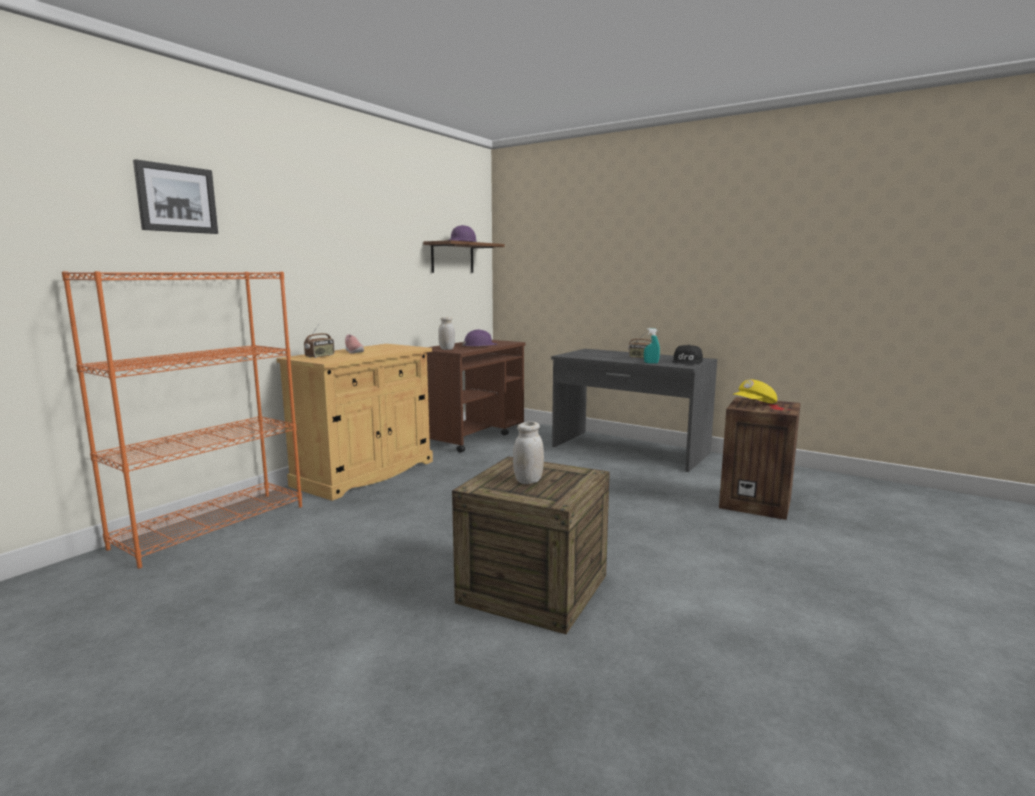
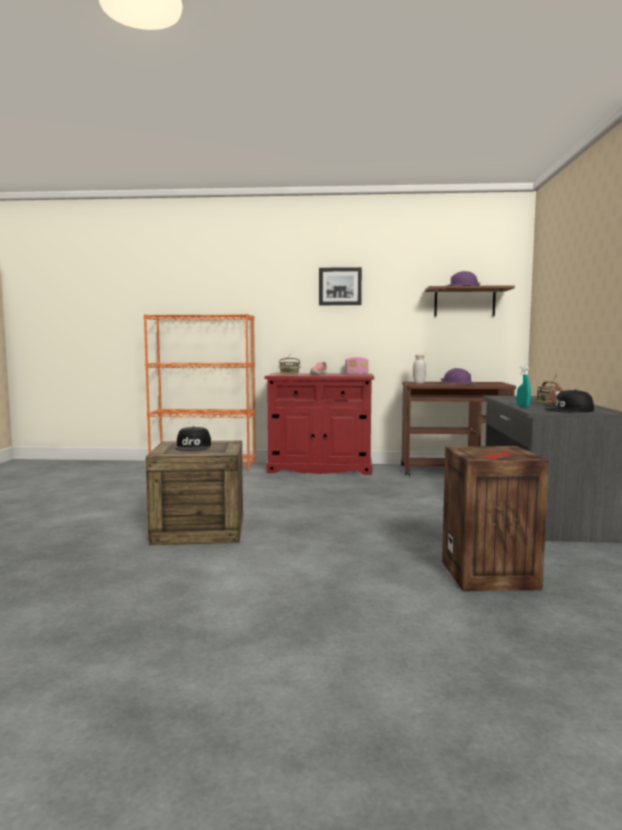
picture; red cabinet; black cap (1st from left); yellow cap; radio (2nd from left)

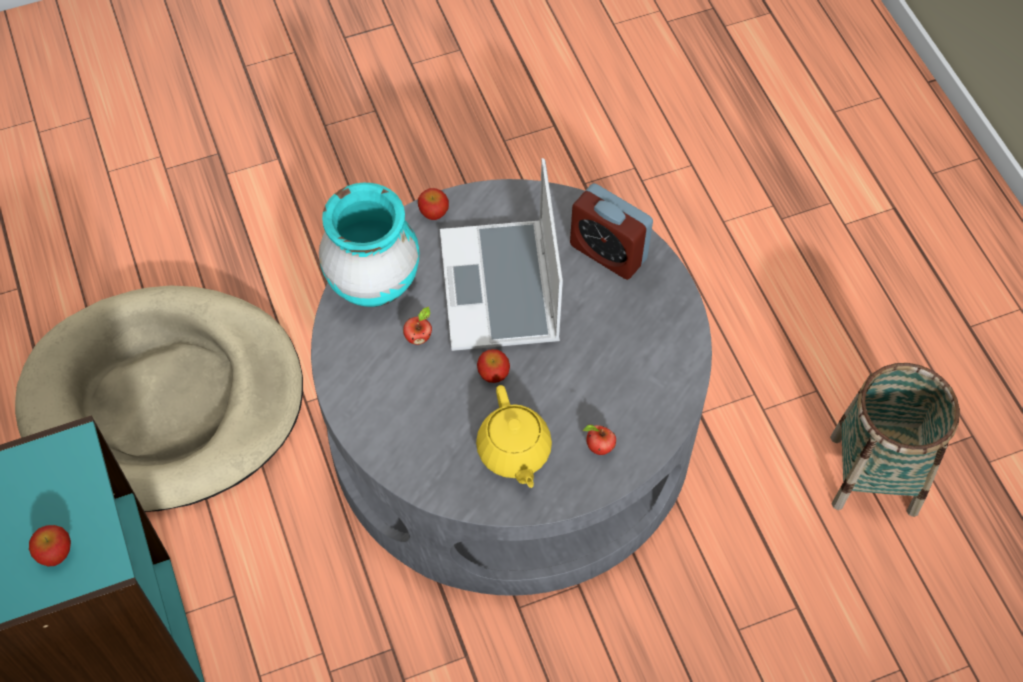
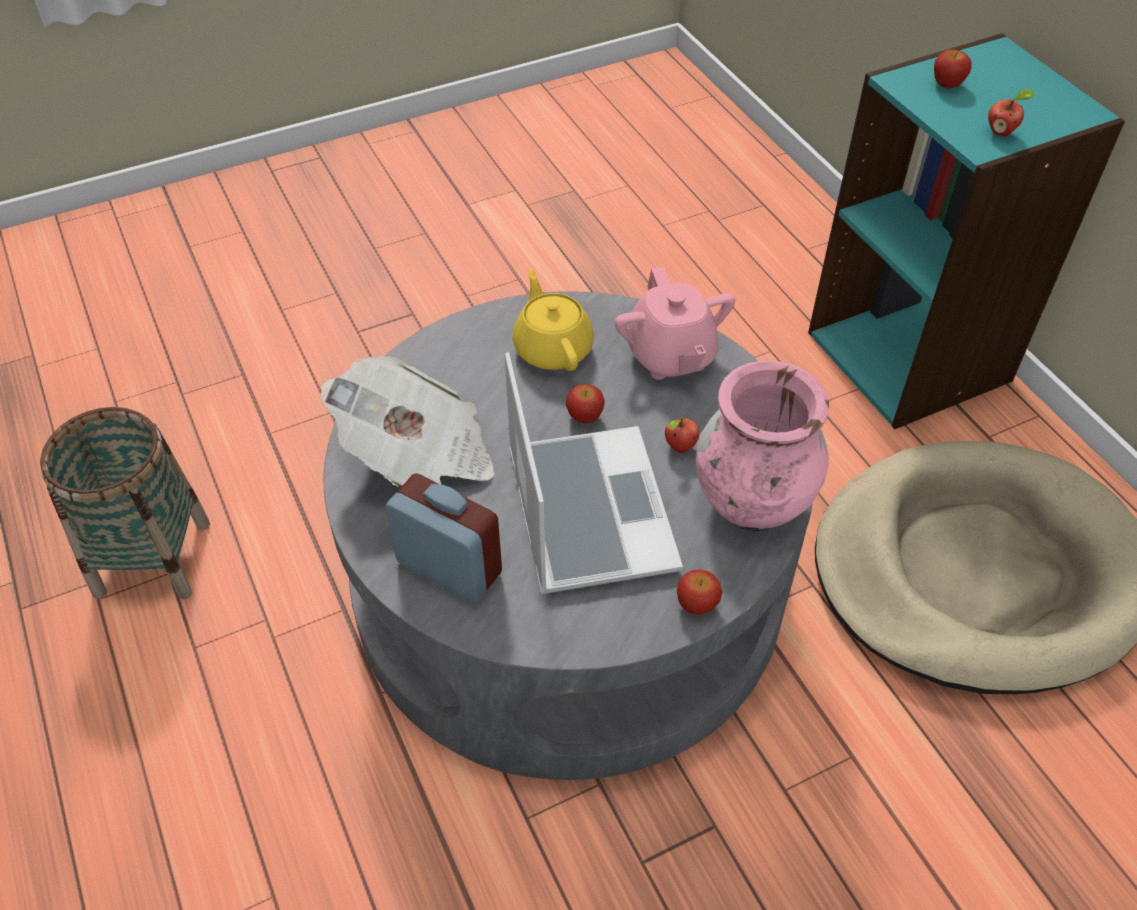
pink vase; apple (5th from left); newspaper; pink teapot

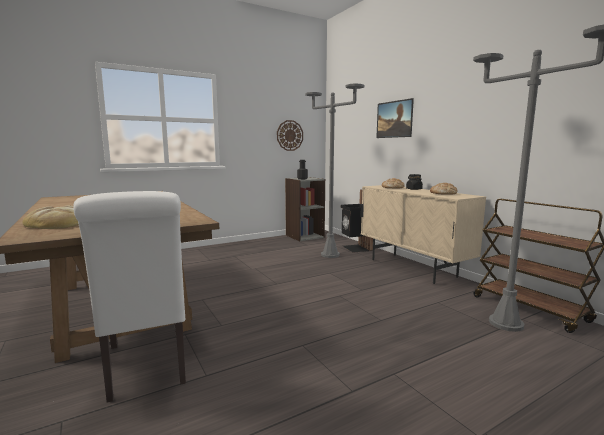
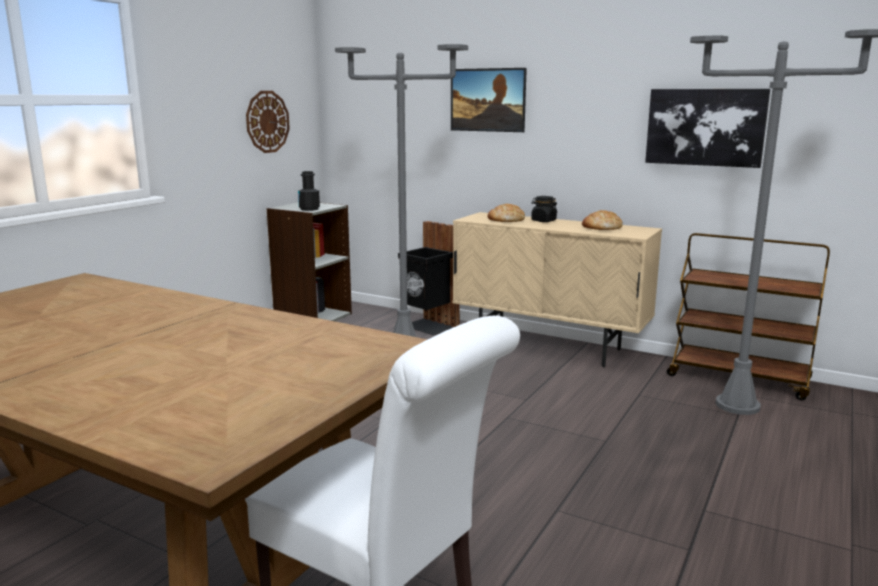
bread (1st from left in the first image); picture (2nd from left)

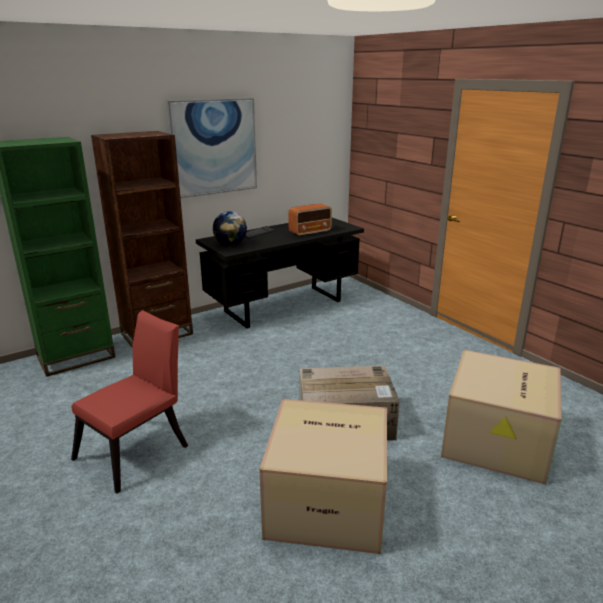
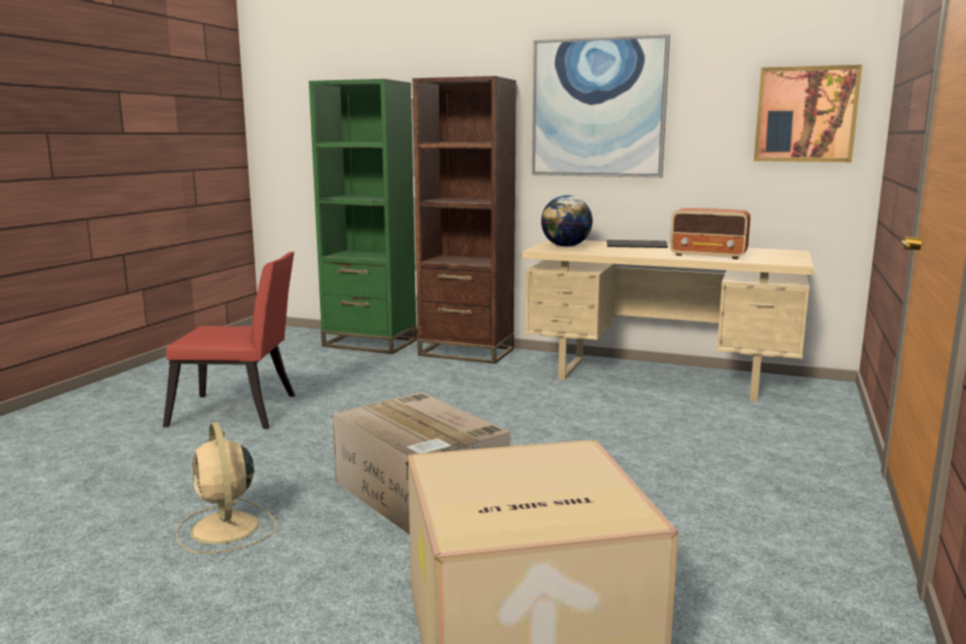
beige desk; beige fan; picture (2nd from left)

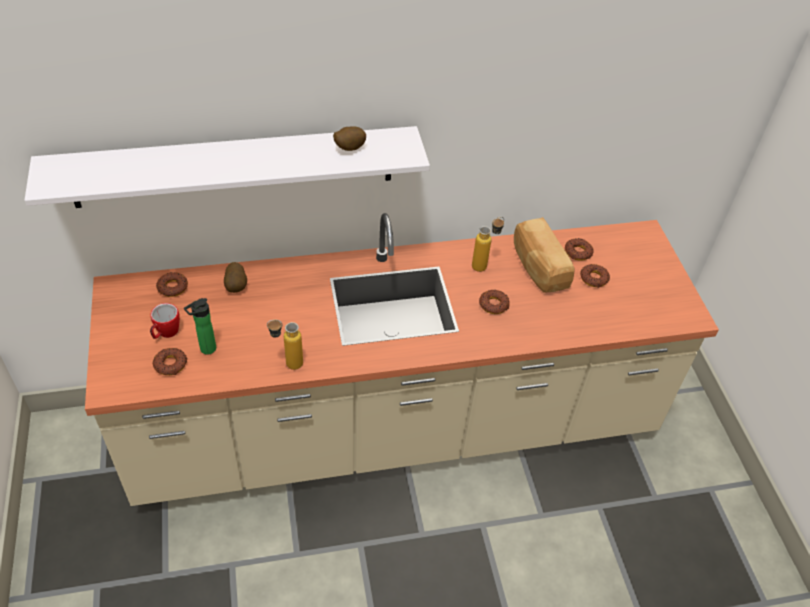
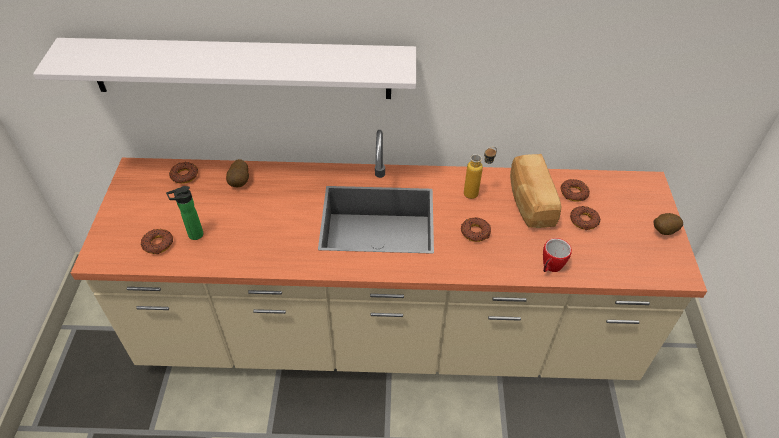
mug; bottle (2nd from left in the first image); potato (2nd from left)

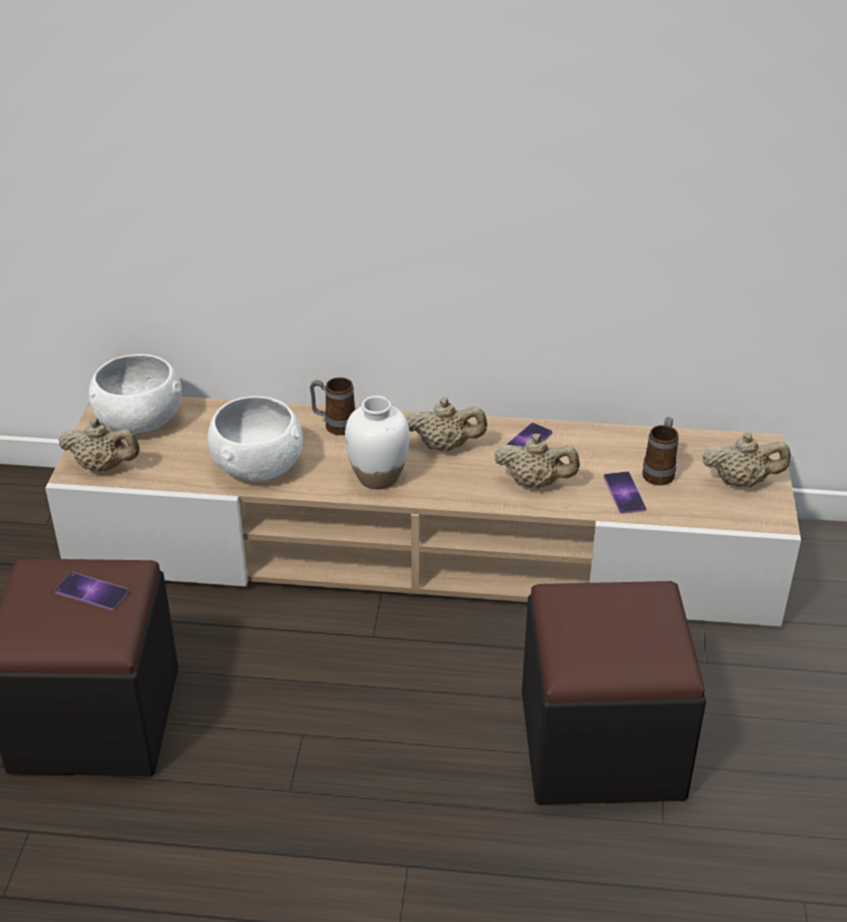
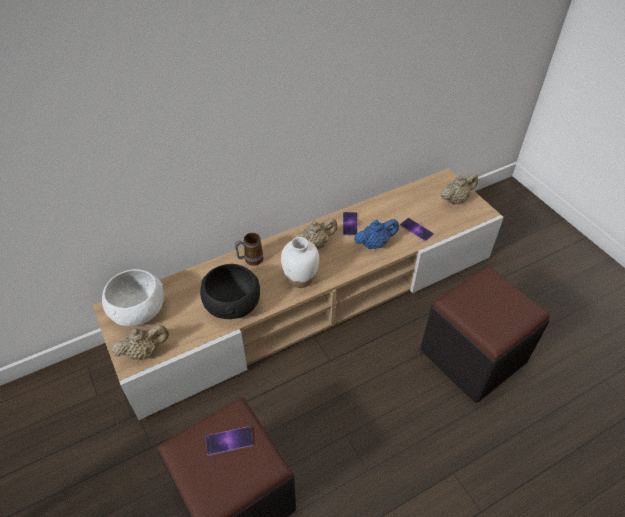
black bowl; blue teapot; mug (2nd from left in the first image)

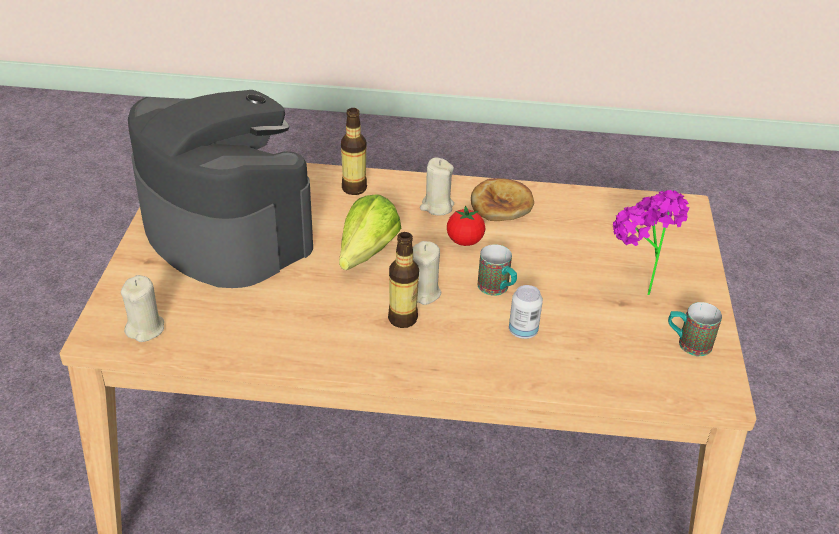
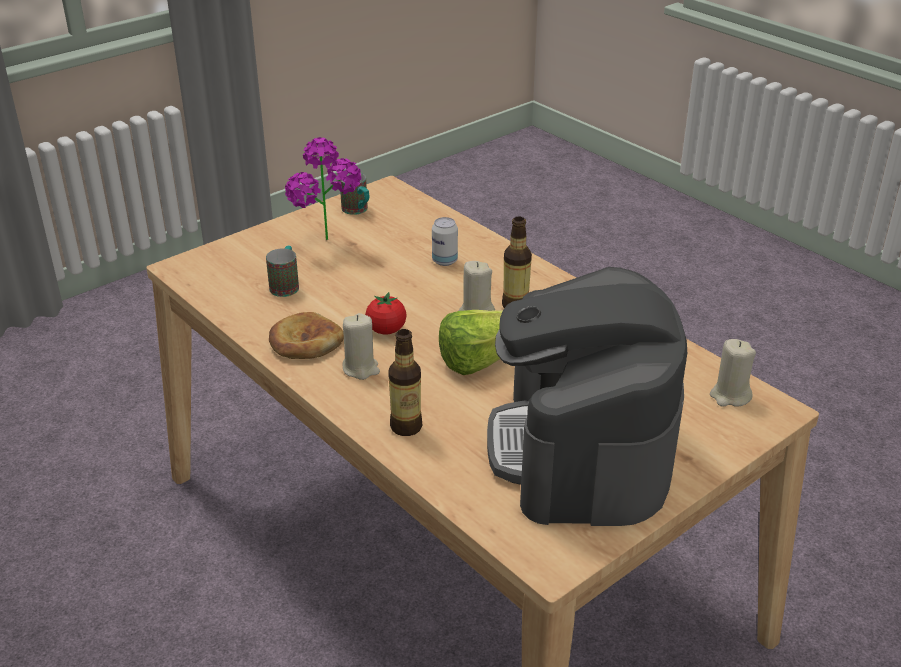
mug (1st from left)

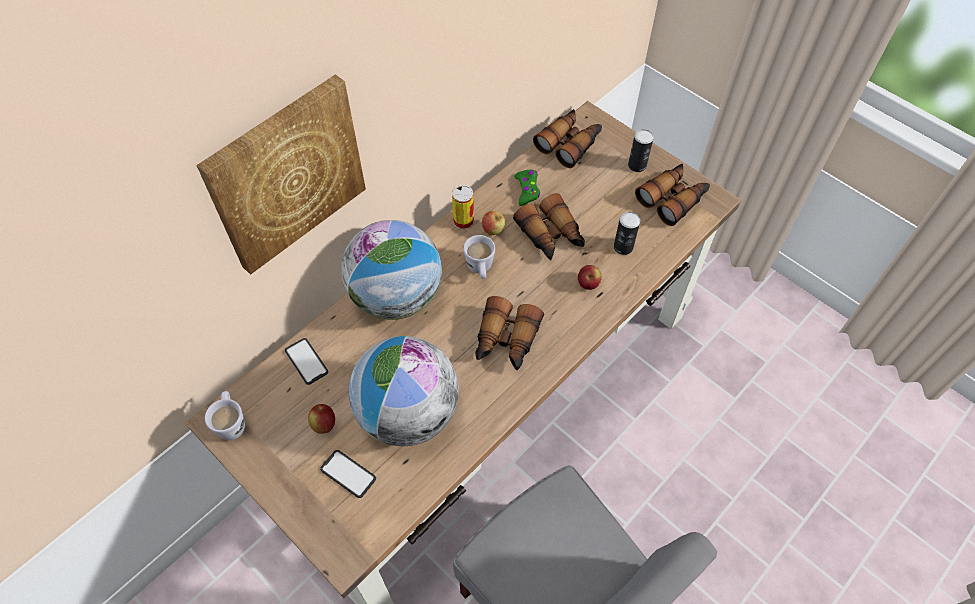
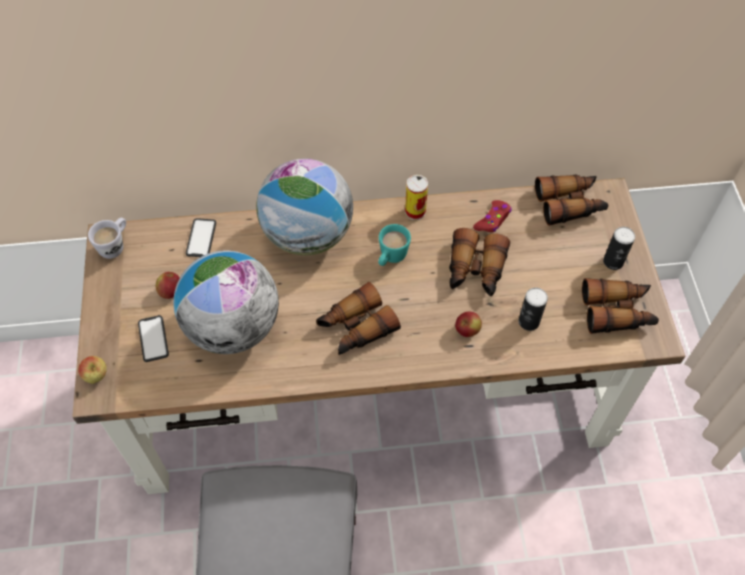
picture; turquoise mug; apple (1st from left); red game controller

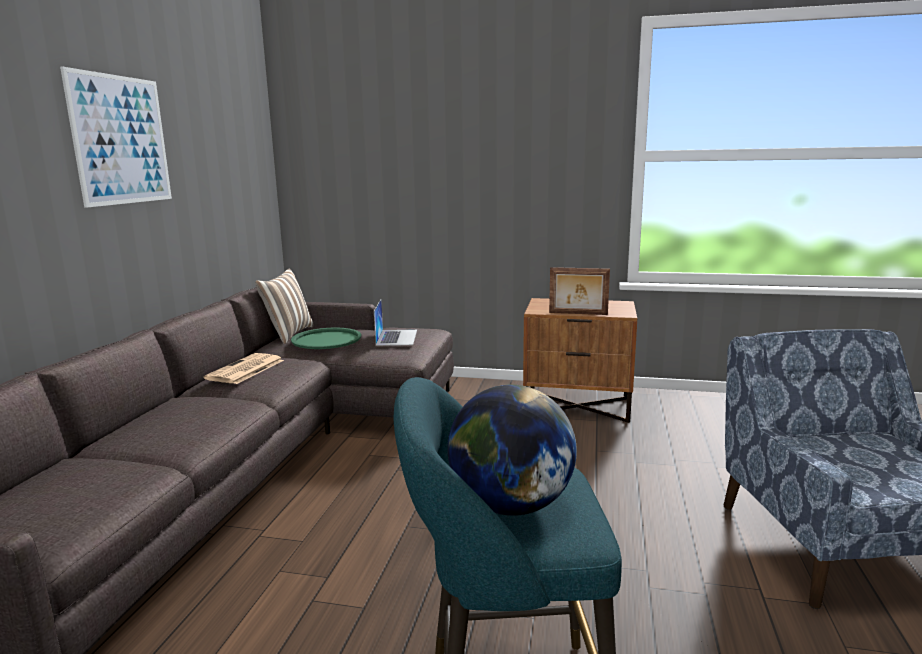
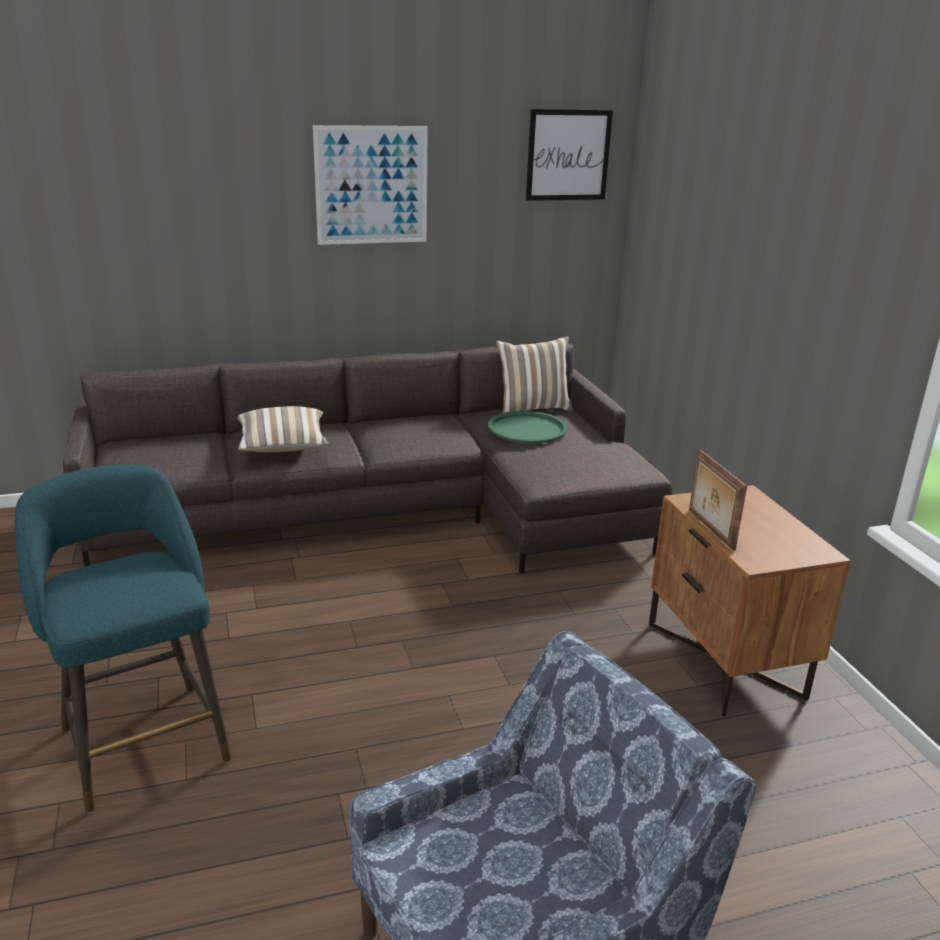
newspaper; laptop; globe; pillow (1st from left); picture (2nd from left)

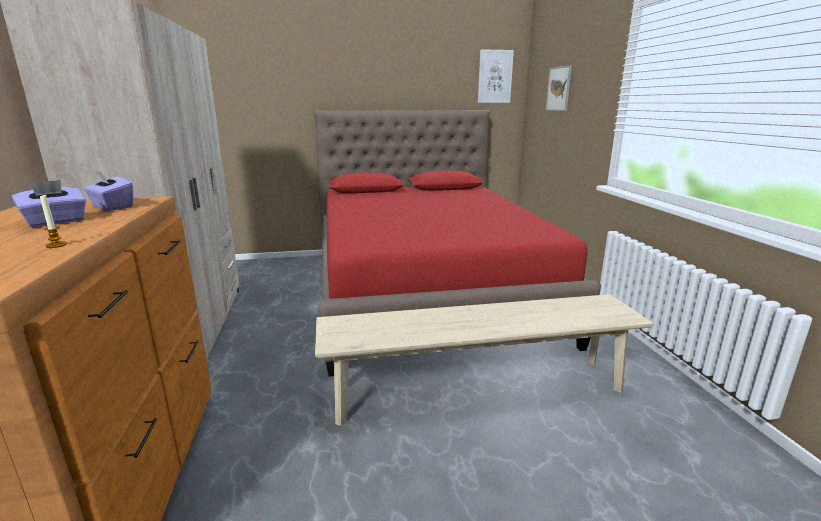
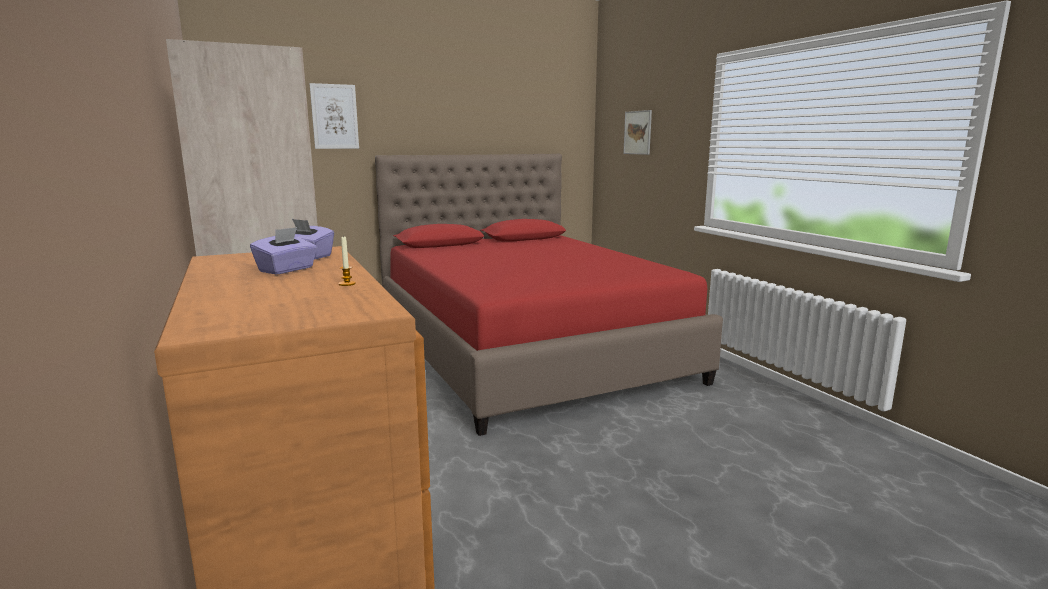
beige bench; picture (1st from left)

